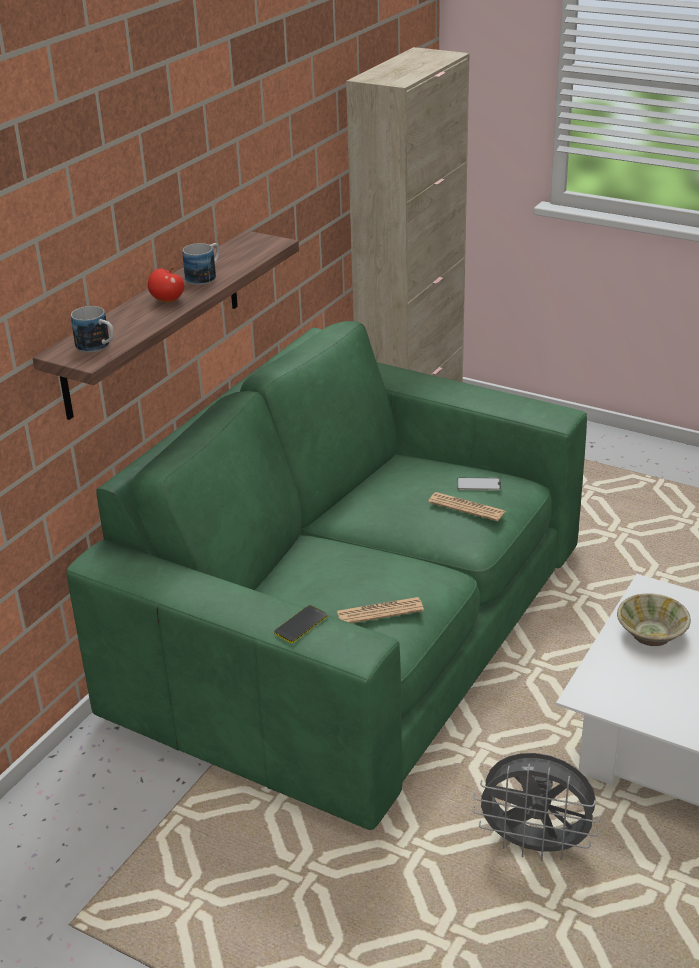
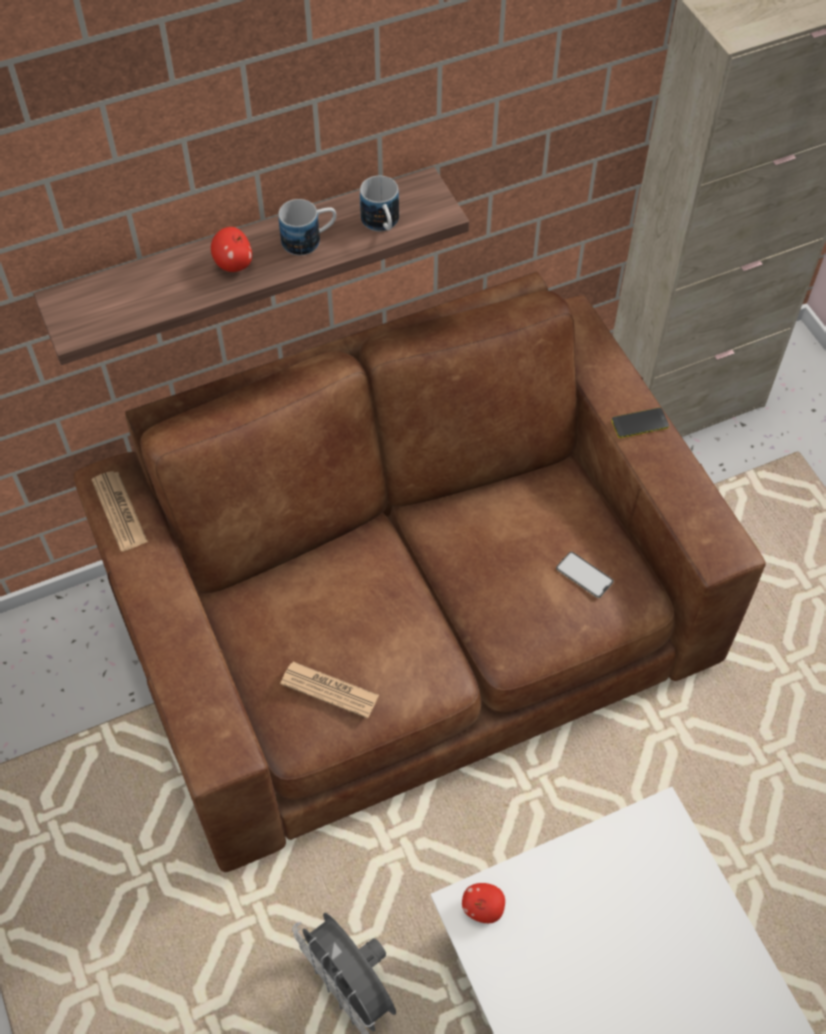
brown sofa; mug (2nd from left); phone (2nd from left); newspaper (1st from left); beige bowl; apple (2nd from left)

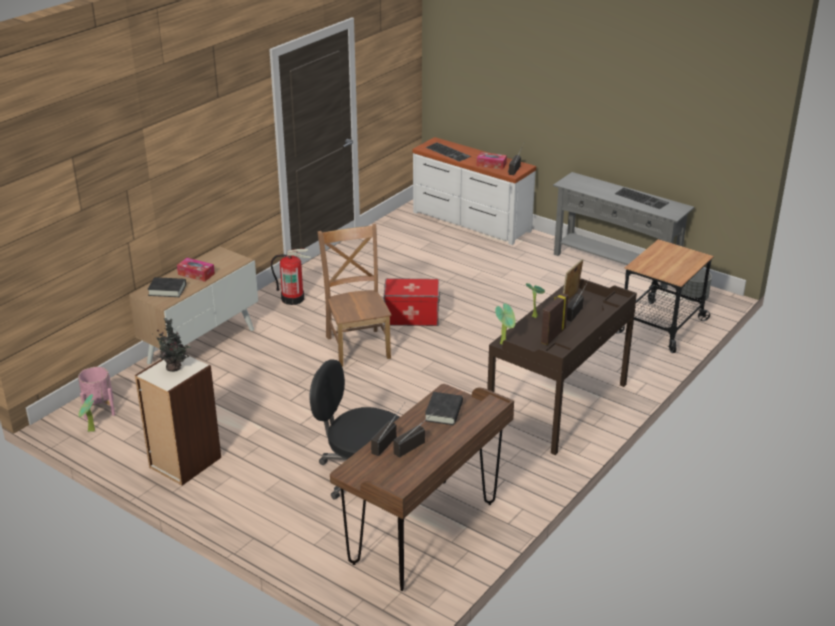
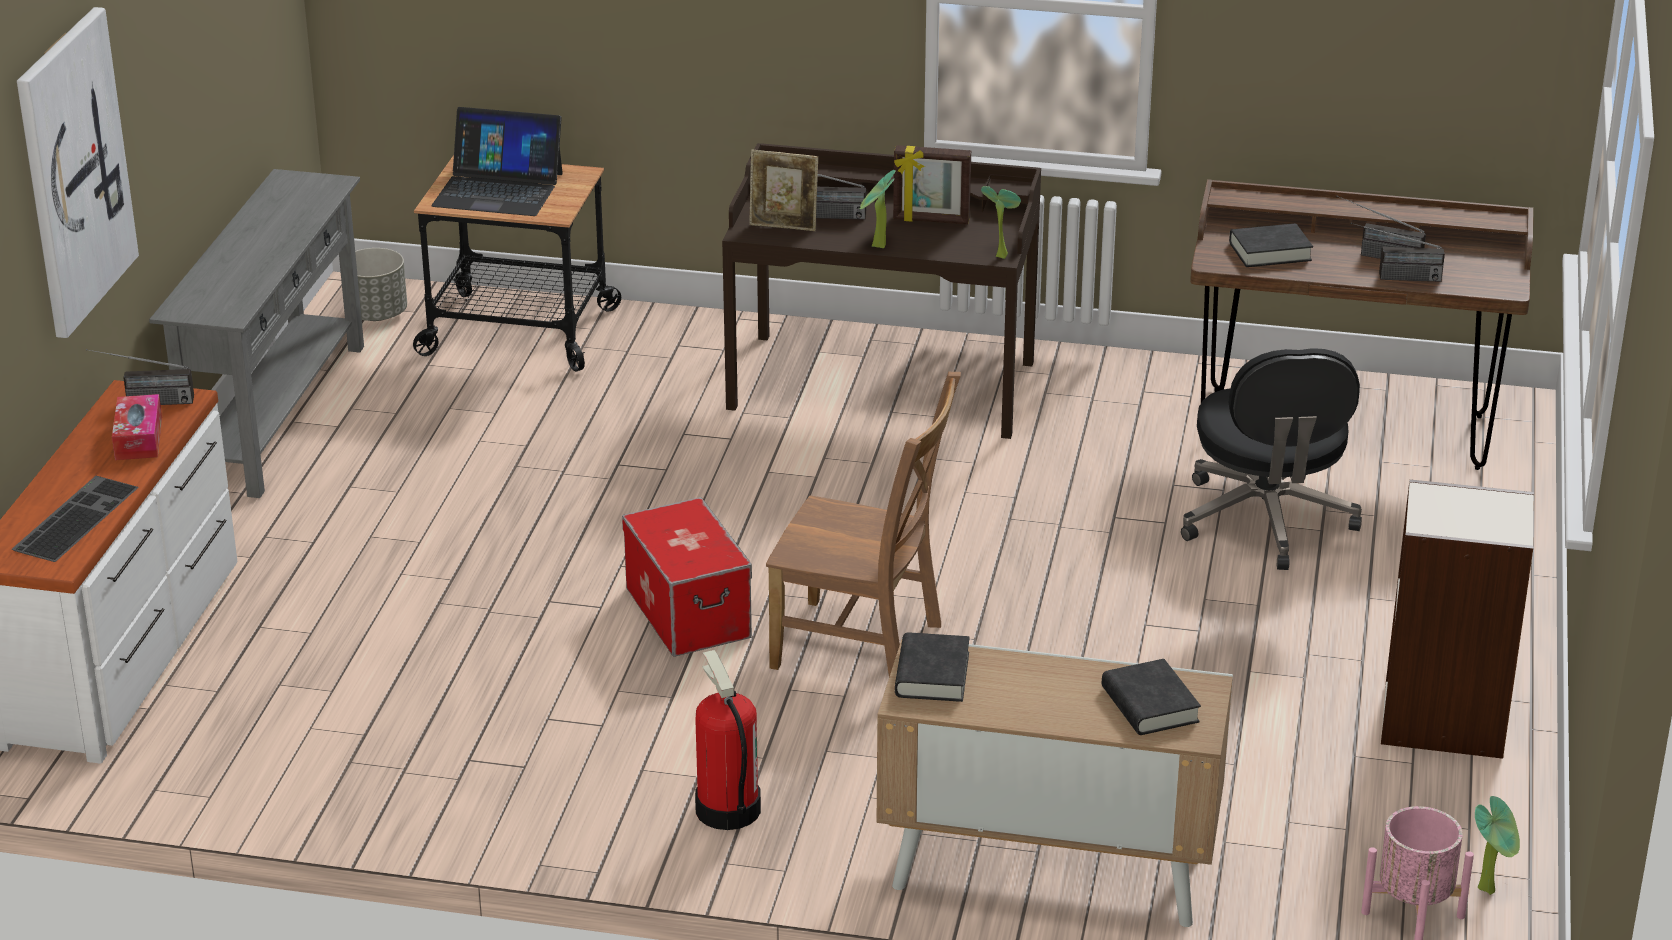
potted plant (2nd from left in the first image); tissue box (1st from left in the first image); brown chair; keyboard (2nd from left in the first image); picture; laptop; black book (1st from left)

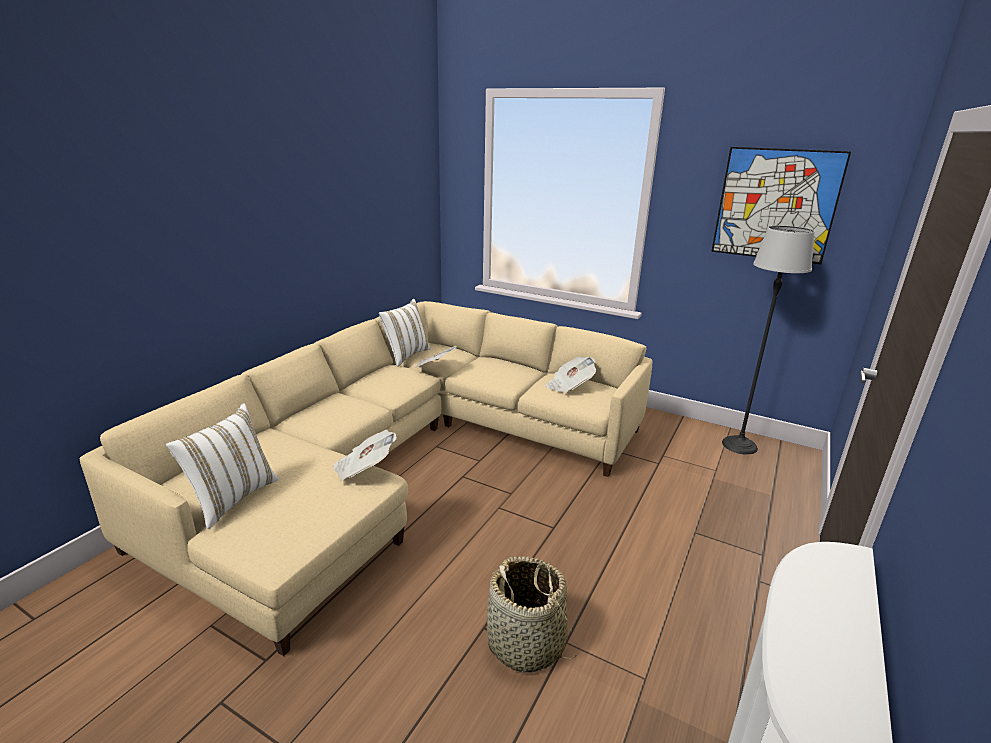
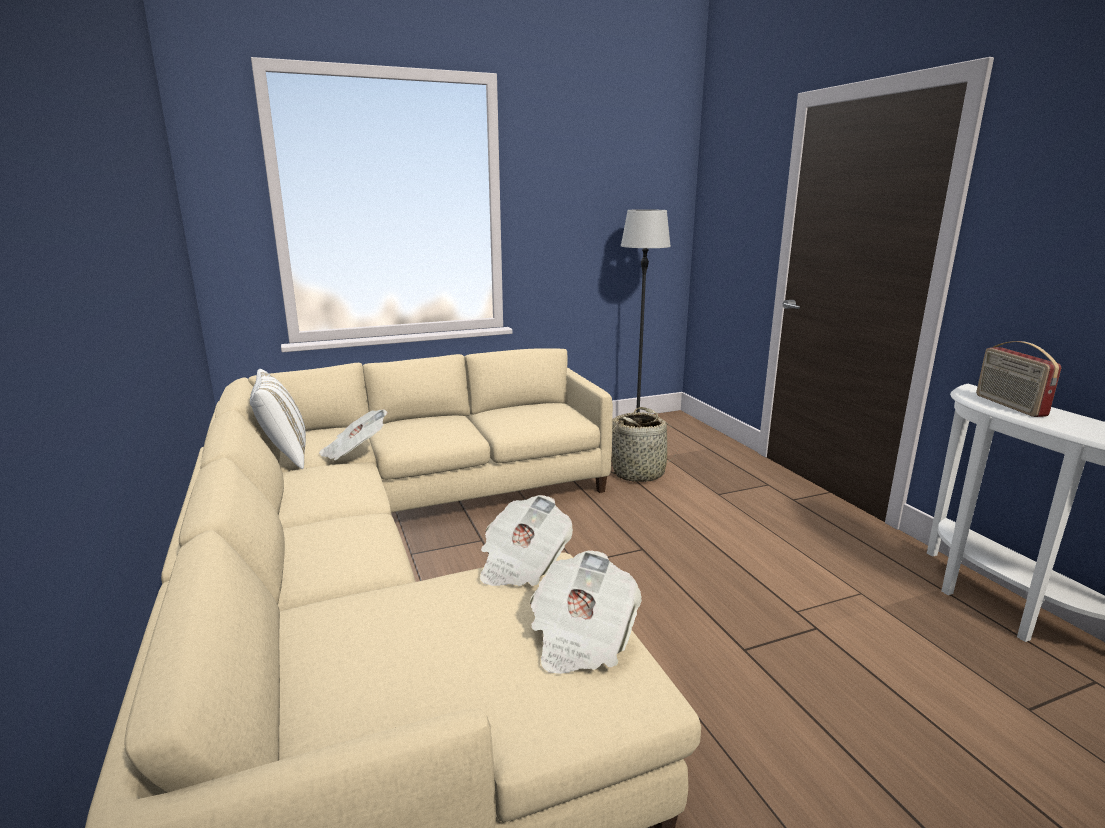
white pillow (1st from left in the first image); basket; newspaper (3rd from left); picture; radio

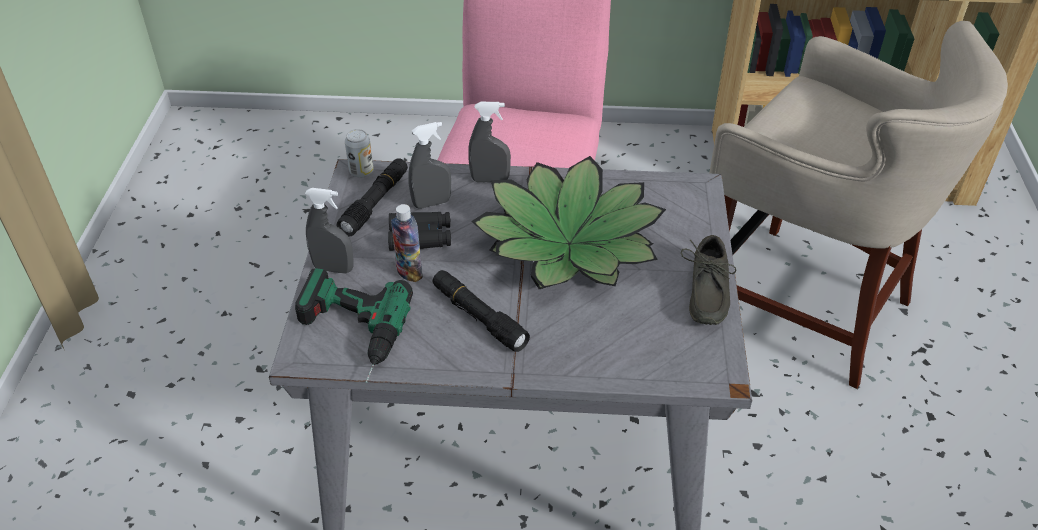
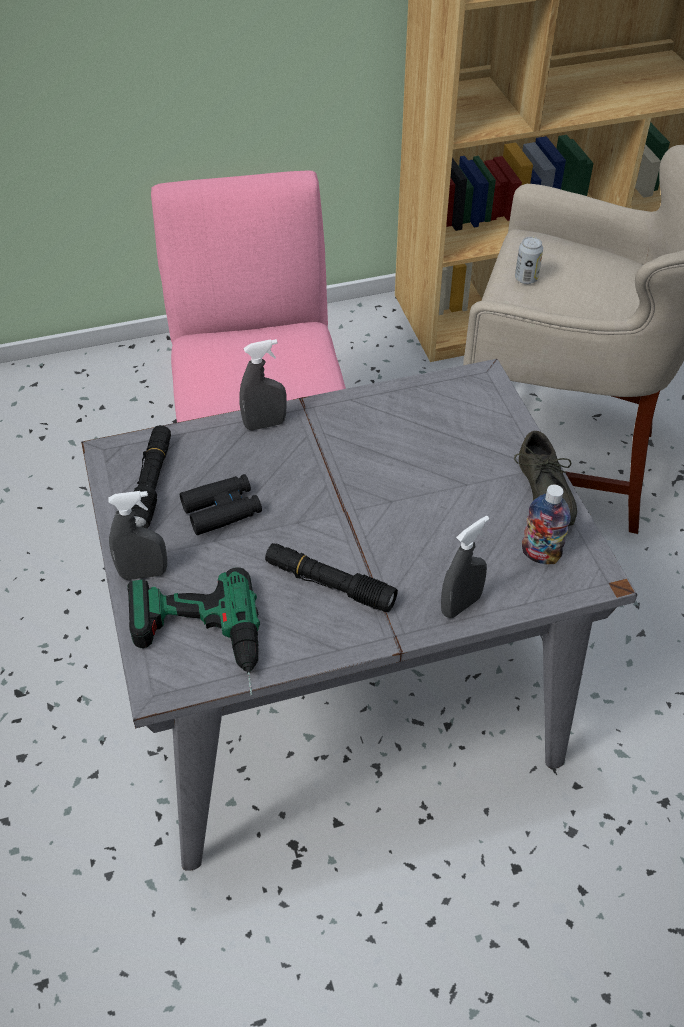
can; bottle; grey spray bottle (3rd from left); potted plant

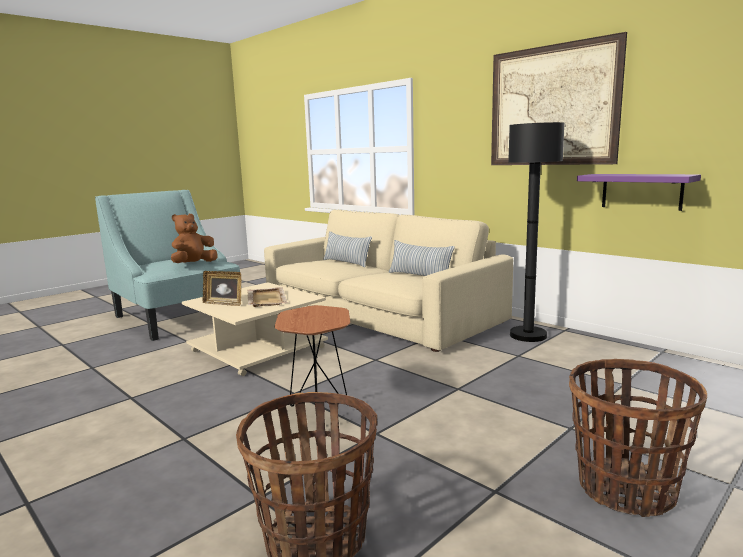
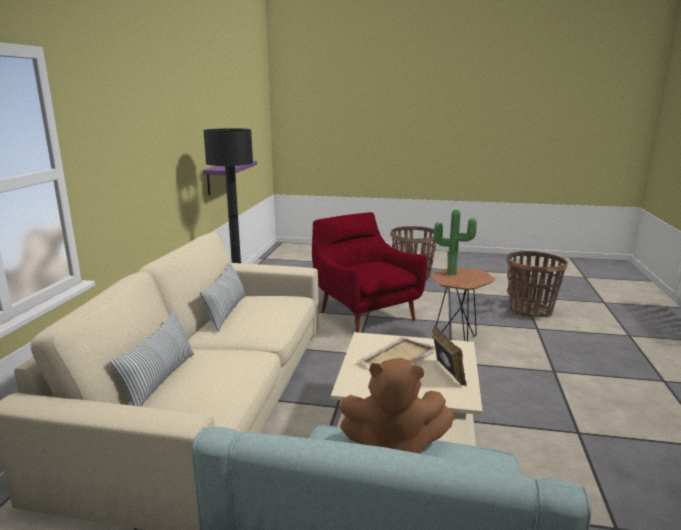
picture; red armchair; potted plant

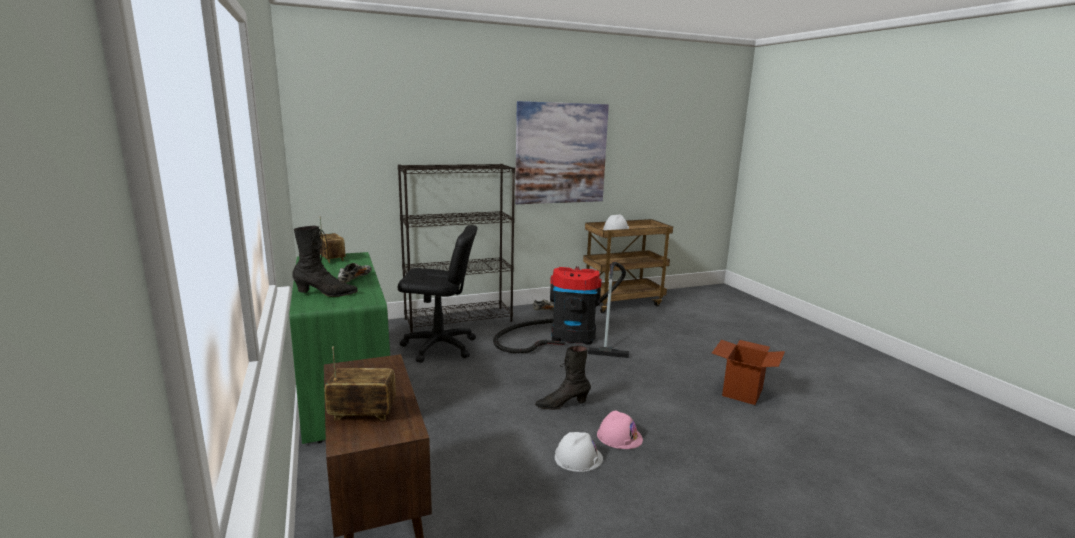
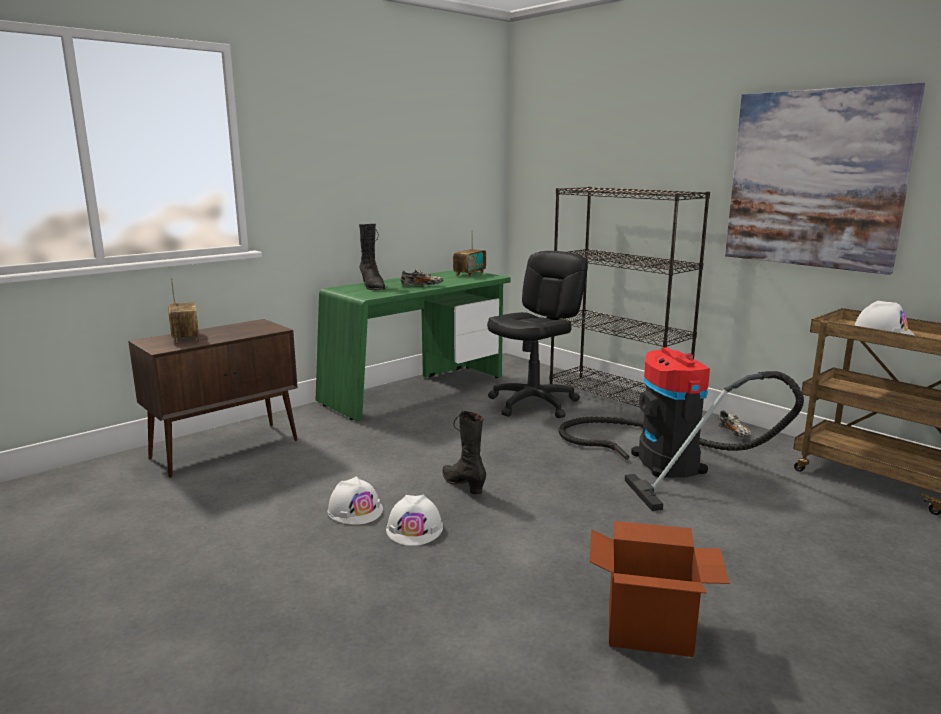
black office chair; white hard hat (2nd from left)

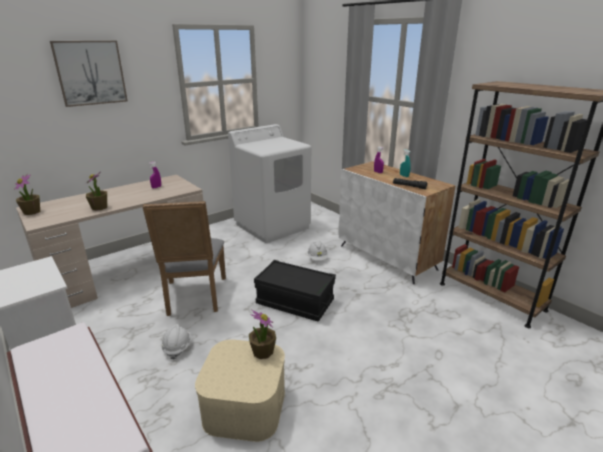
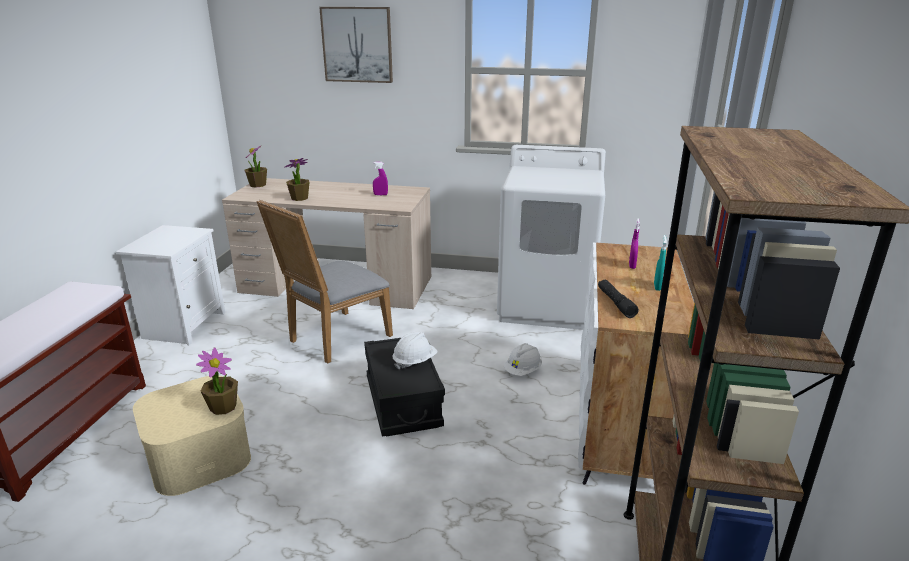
white hard hat (1st from left)

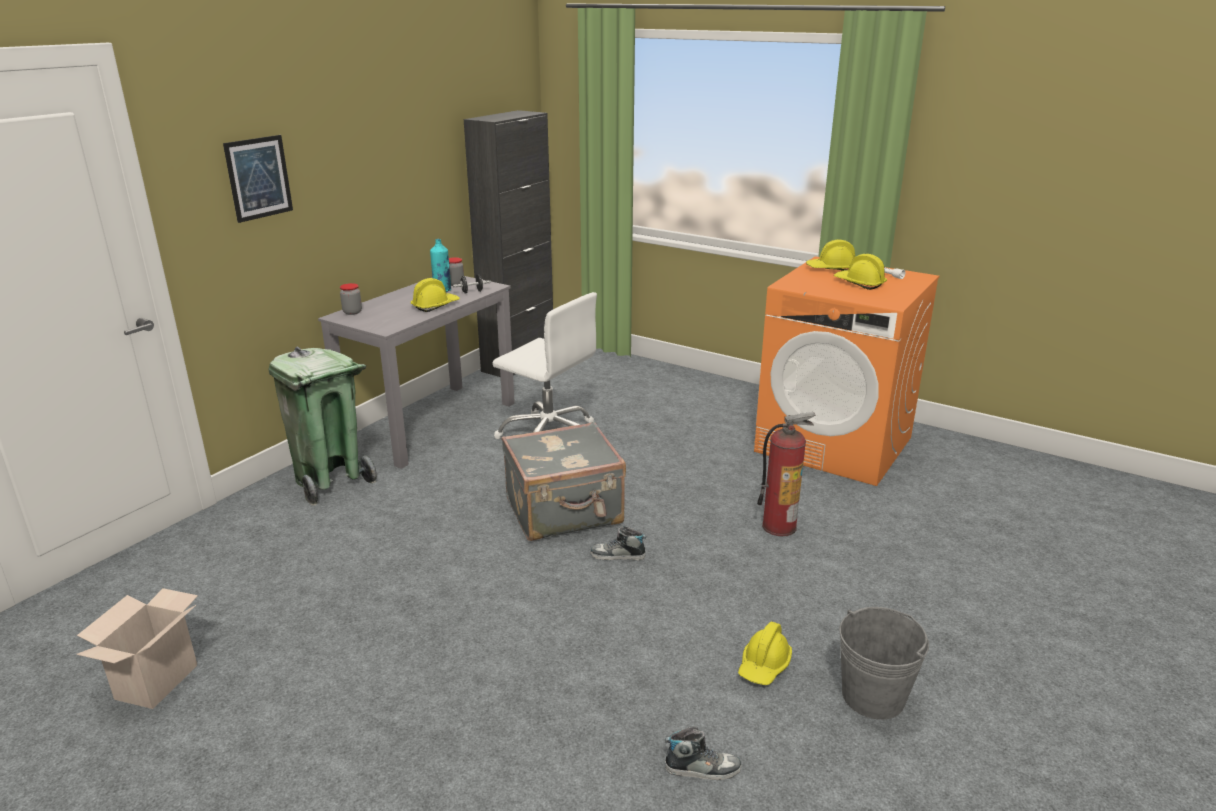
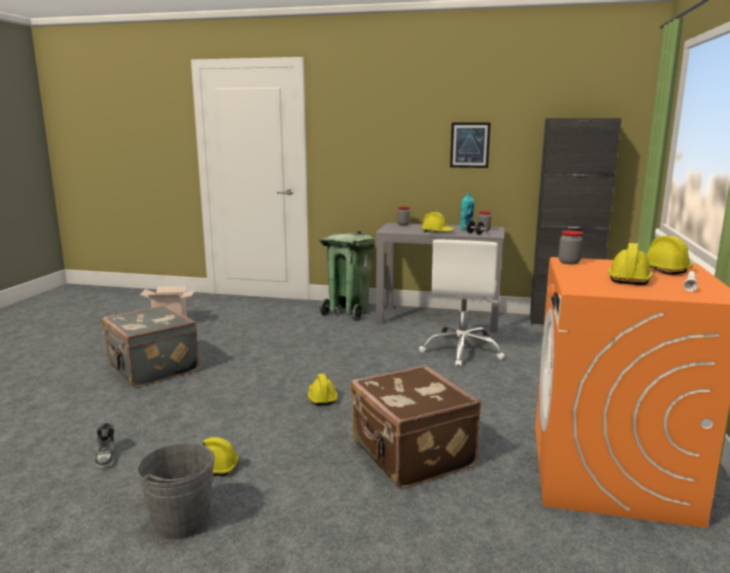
picture; grey suitcase; yellow hard hat (2nd from left); brown suitcase; jar (3rd from left)

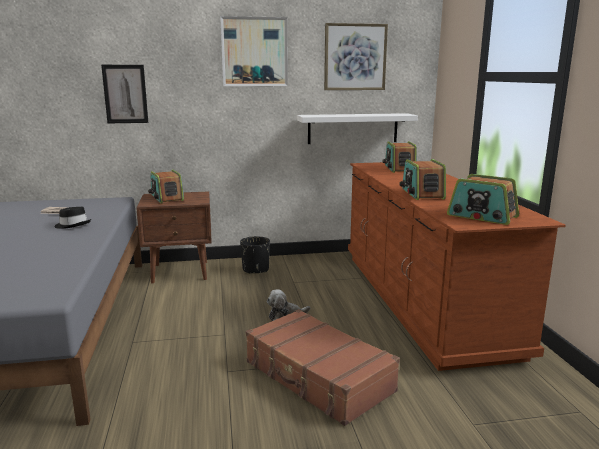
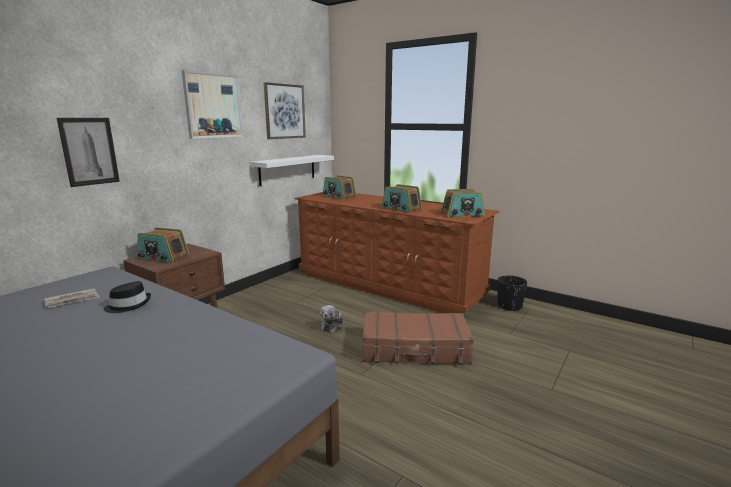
black planter

